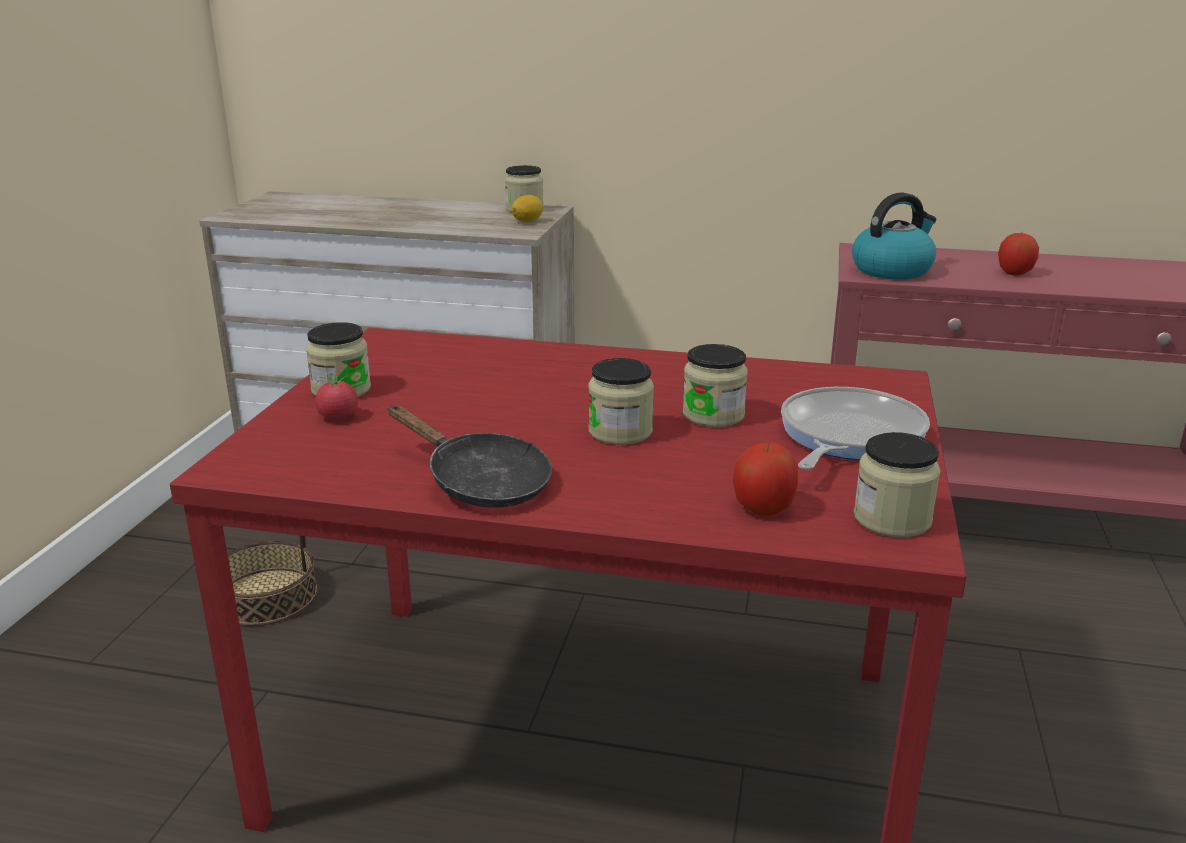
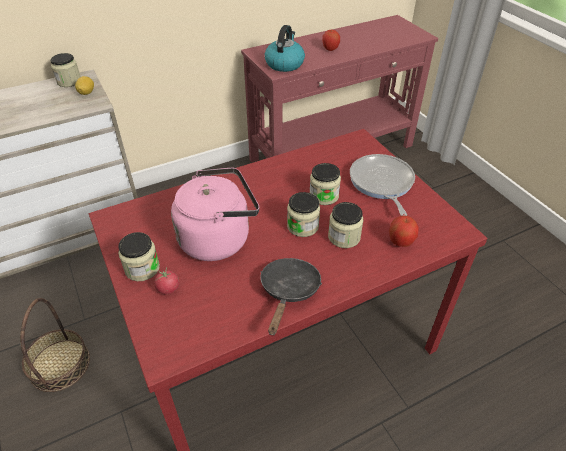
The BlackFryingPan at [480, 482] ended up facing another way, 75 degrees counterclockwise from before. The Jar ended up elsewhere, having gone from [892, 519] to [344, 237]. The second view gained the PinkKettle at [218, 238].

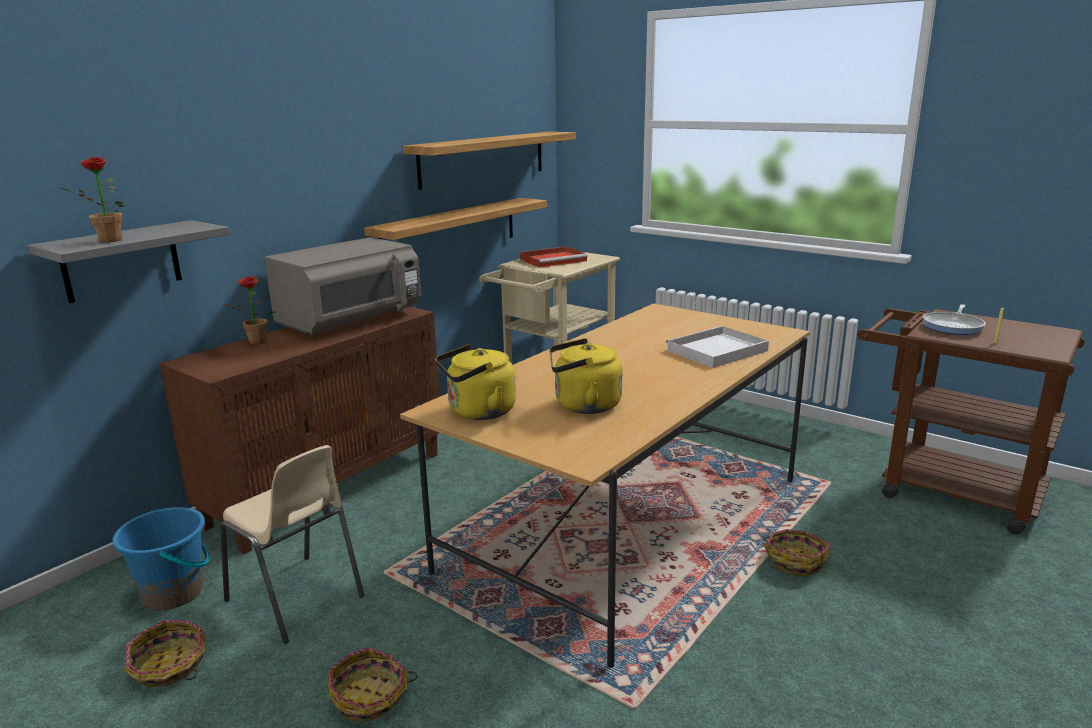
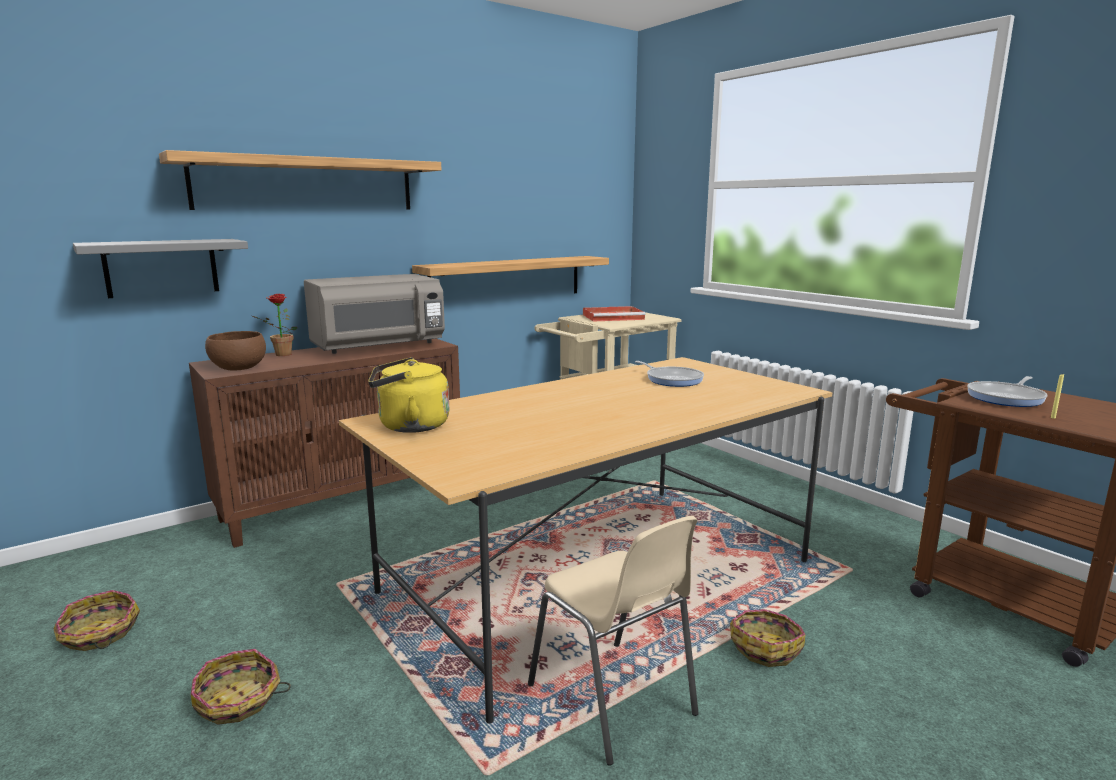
The Shelf ended up elsewhere, having gone from [483, 158] to [307, 184]. The second view lost the PottedPlant at [105, 241]. The second view lost the WhiteTray at [716, 351]. The second view lost the YellowKettle at [583, 405]. The BeigeChair ended up elsewhere, having gone from [297, 600] to [614, 702]. The second view lost the BlueBucket at [174, 593]. The second view gained the BrownBowl at [239, 367]. The second view gained the FryingPan at [672, 379].

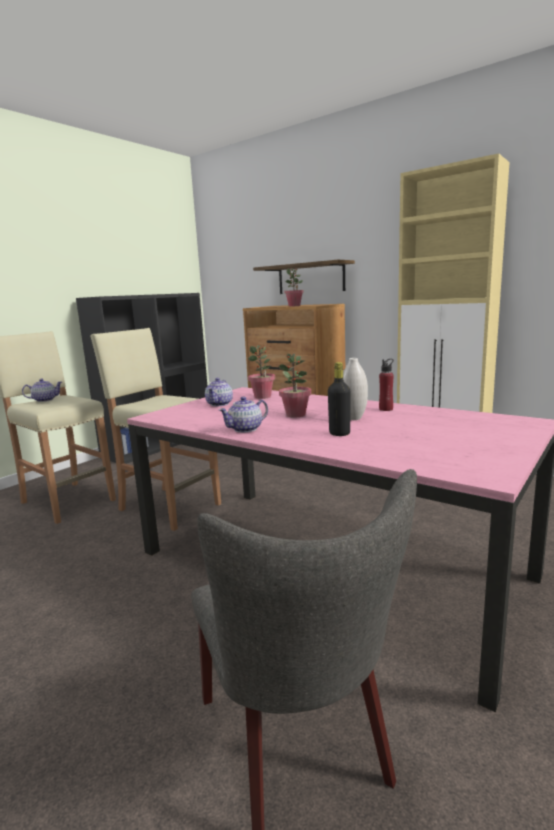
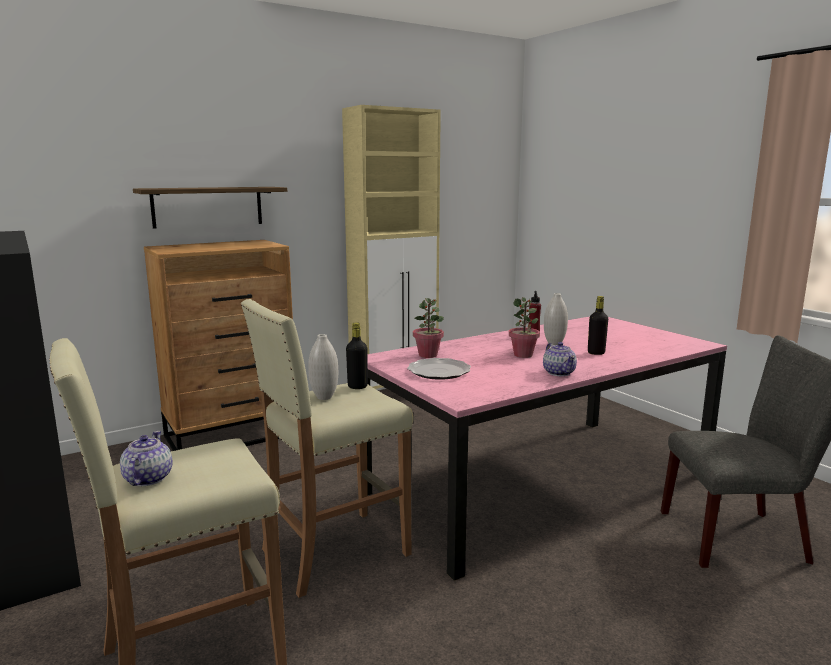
The second view lost the PottedPlant at [294, 306]. Where the Teapot stood at [220, 404], the Plate came to stand at [439, 371]. The second view gained the BlackBottle at [357, 386]. The second view gained the WhiteVase at [324, 397].

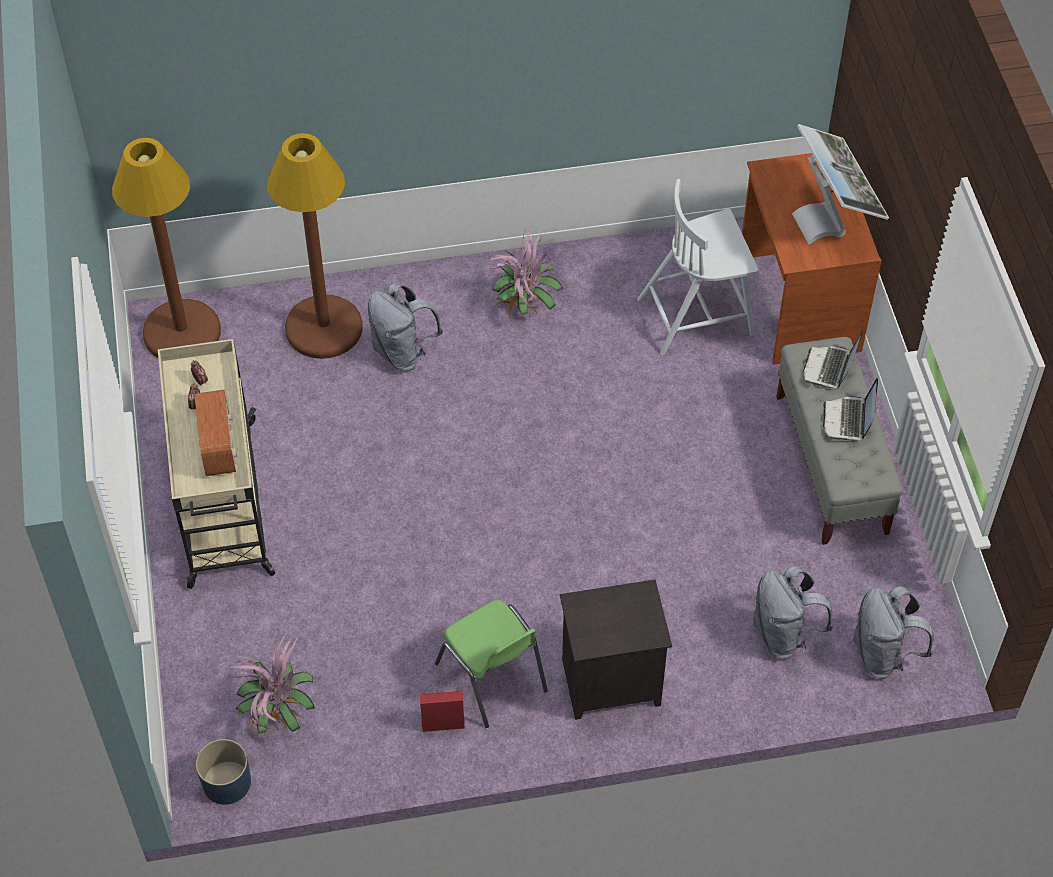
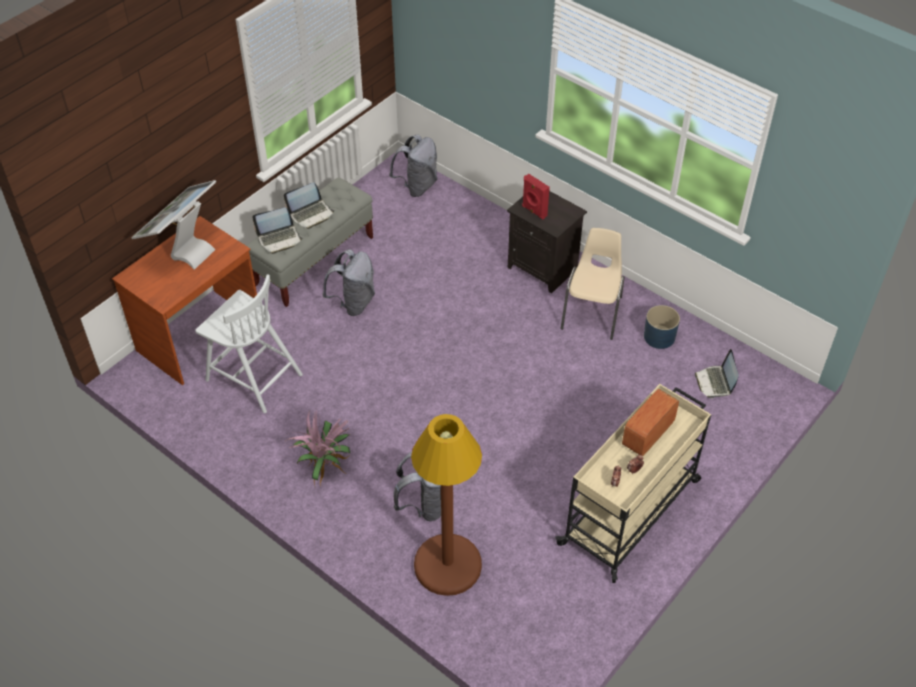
The second view lost the BrownFloorLamp at [182, 332]. The GreyBackpack ended up elsewhere, having gone from [784, 635] to [353, 303]. What was the GreenChair at [492, 678] turned into the BeigeChair at [593, 312]. Where the PottedPlant stood at [277, 714], the Laptop came to stand at [715, 382]. The RedSpeaker ended up elsewhere, having gone from [443, 724] to [534, 211]. The BluePlanter ended up elsewhere, having gone from [227, 782] to [659, 337].

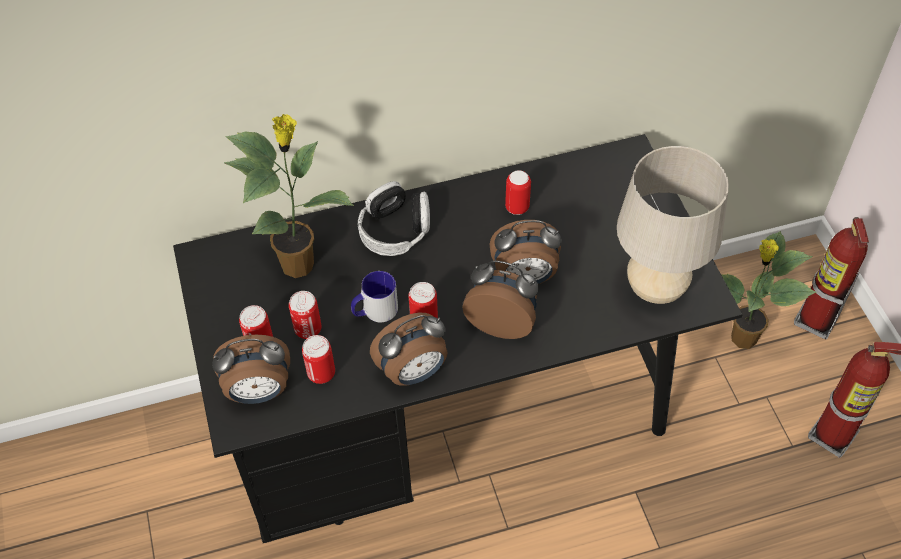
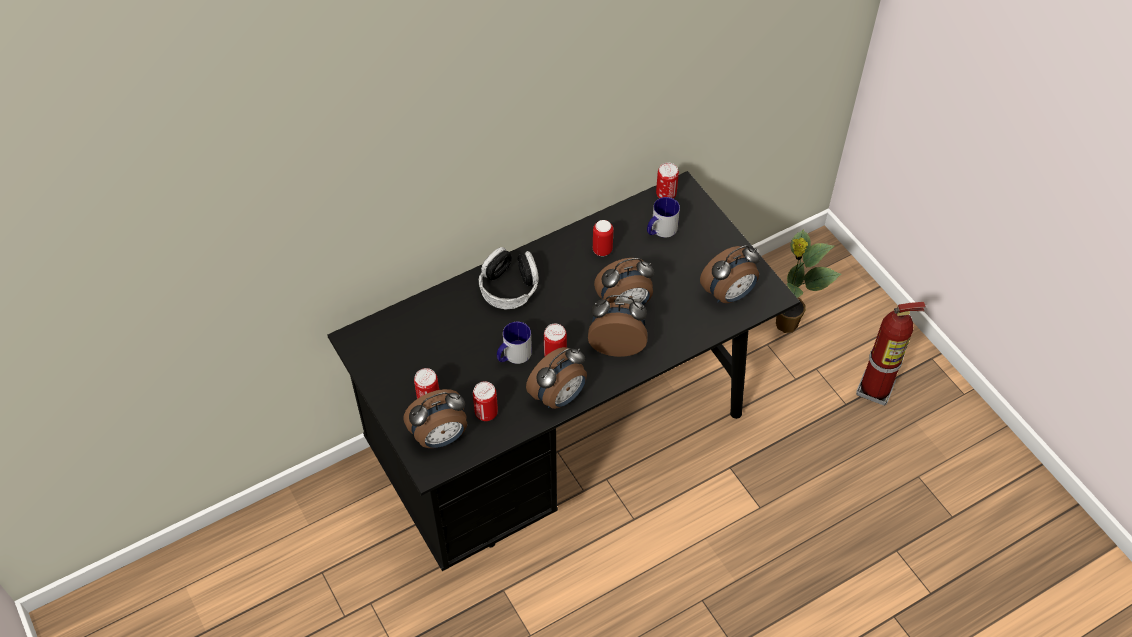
The second view lost the PottedPlant at [300, 263]. Where the BeigeTableLamp stood at [655, 289], the AlarmClock came to stand at [729, 294]. The second view lost the FireExtinguisher at [815, 321]. The Can ended up elsewhere, having gone from [308, 329] to [666, 194]. The second view gained the Mug at [660, 230].

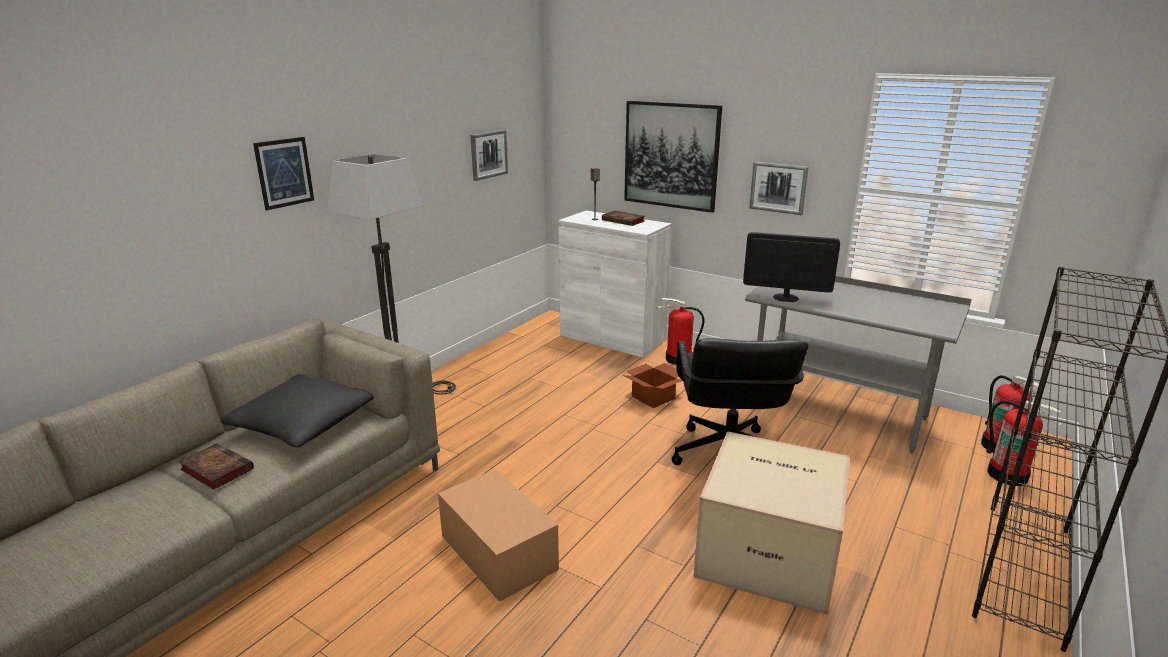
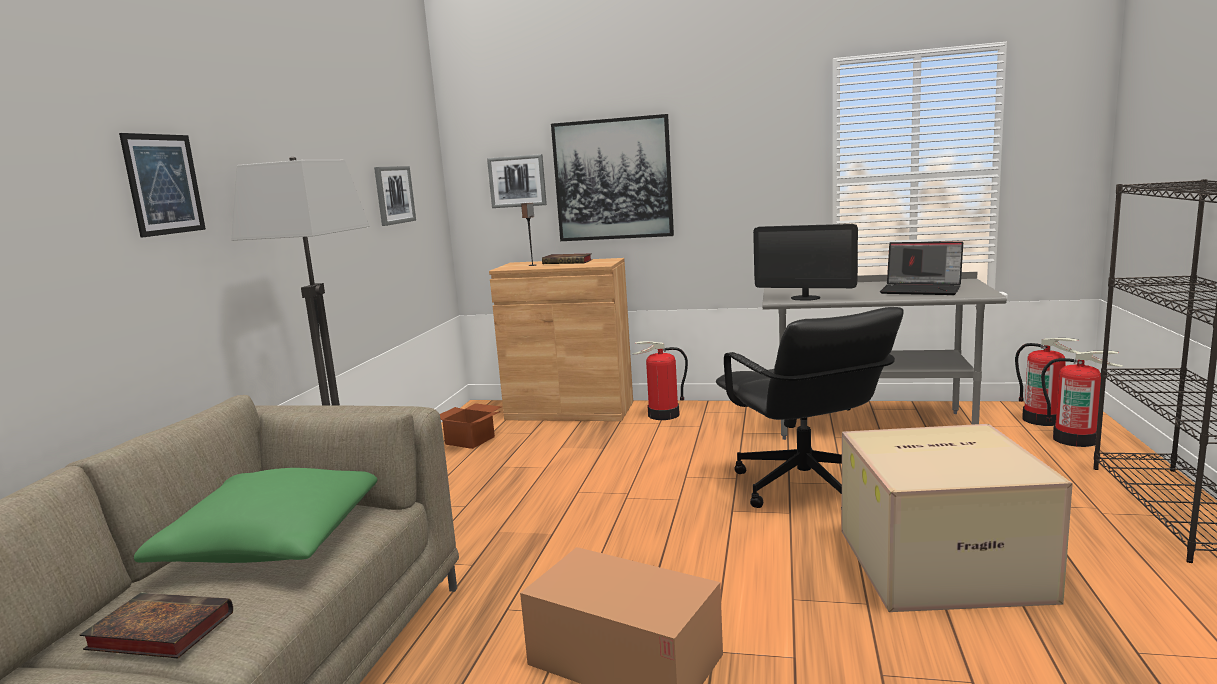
The Picture ended up elsewhere, having gone from [778, 187] to [517, 181]. What was the WhiteCabinet at [612, 338] turned into the BrownCabinet at [570, 411]. The Monitor at [785, 298] ended up facing another way, 150 degrees counterclockwise from before. The CardboardBox ended up elsewhere, having gone from [654, 397] to [471, 440]. What was the BlackPillow at [302, 425] turned into the GreenPillow at [272, 543]. The second view gained the Laptop at [922, 290].

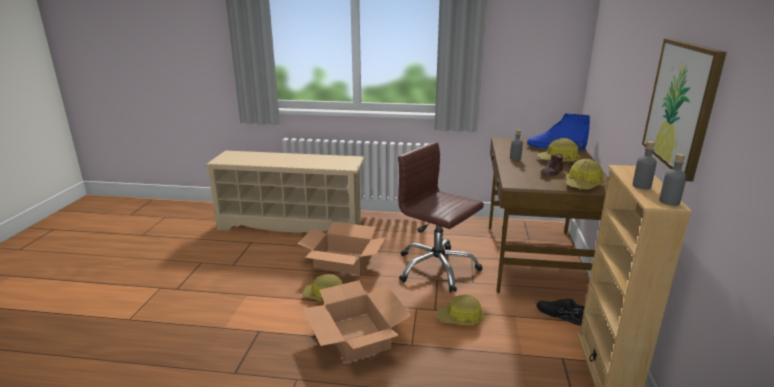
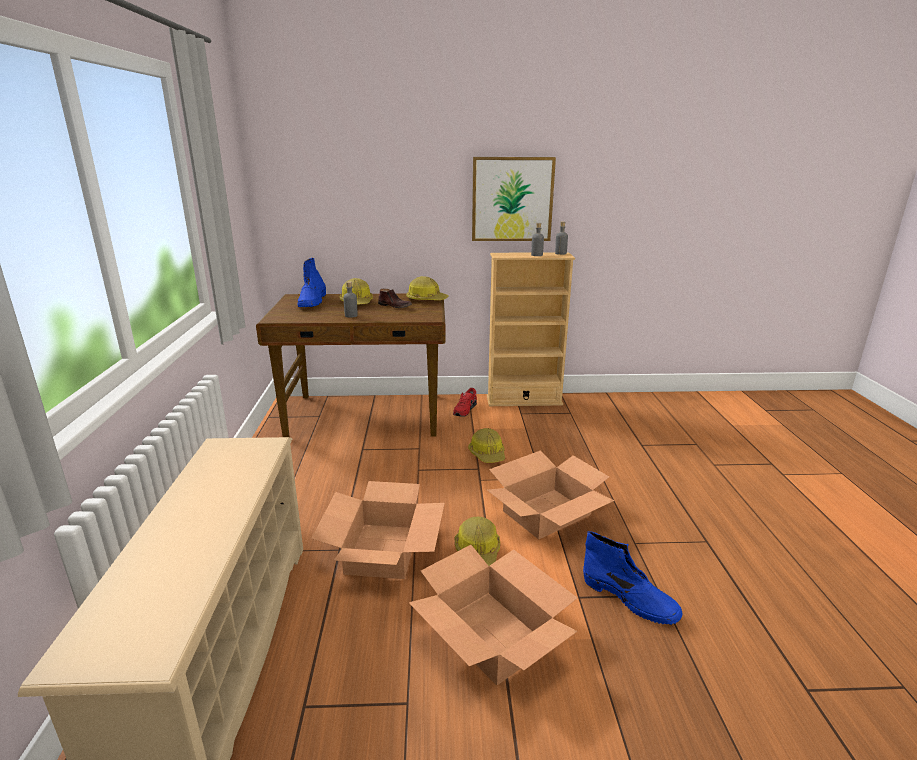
The second view lost the BrownOfficeChair at [436, 268]. What was the BlackShoe at [561, 315] turned into the RedShoe at [464, 410]. The second view gained the BlueBoot at [630, 599]. The second view gained the CardboardBox at [492, 635].

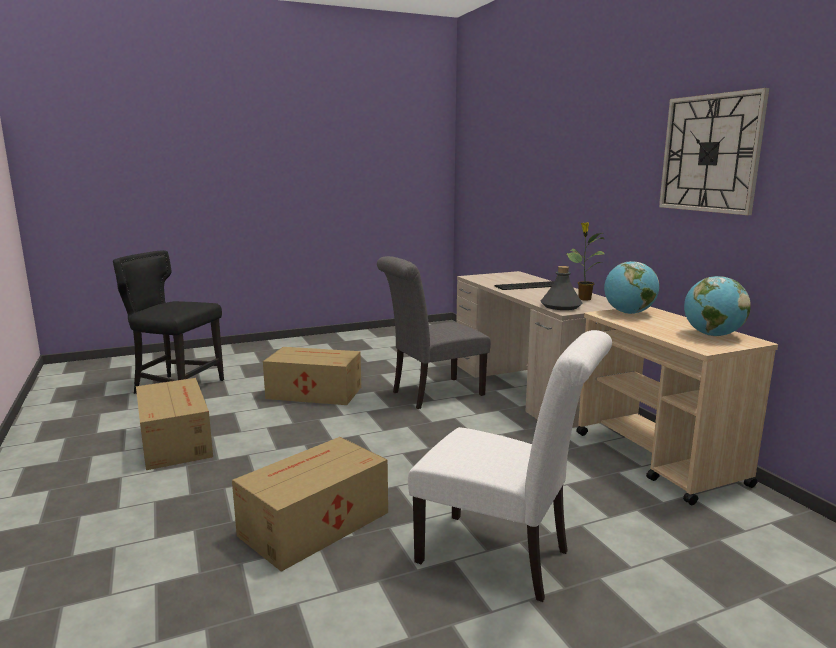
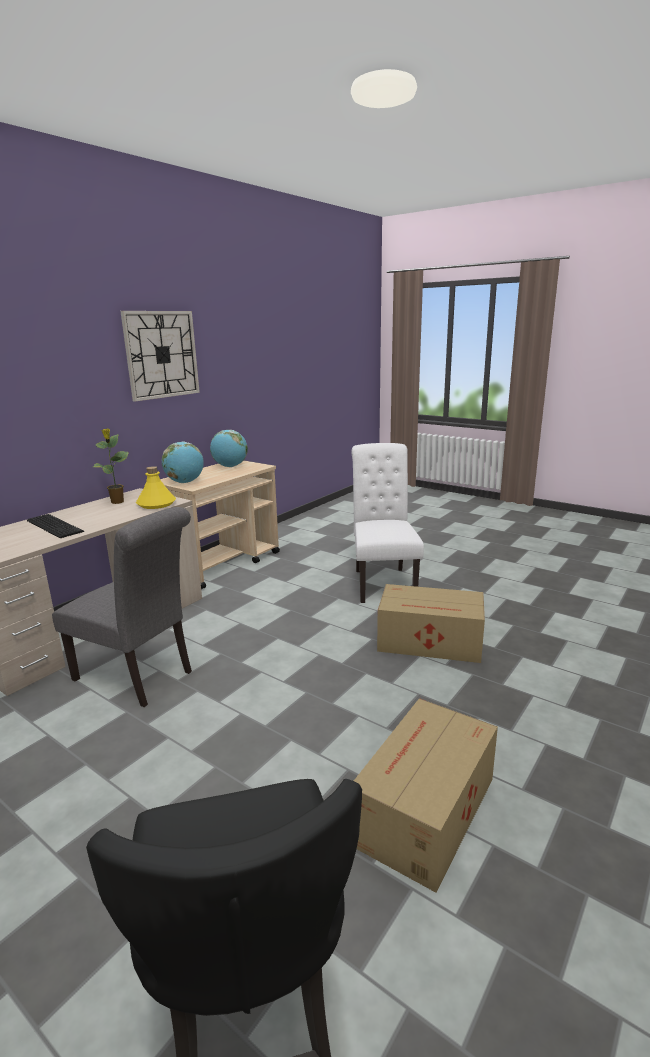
What was the GreyBottle at [561, 306] turned into the YellowBottle at [156, 504]. The second view lost the CardboardBox at [313, 392].

